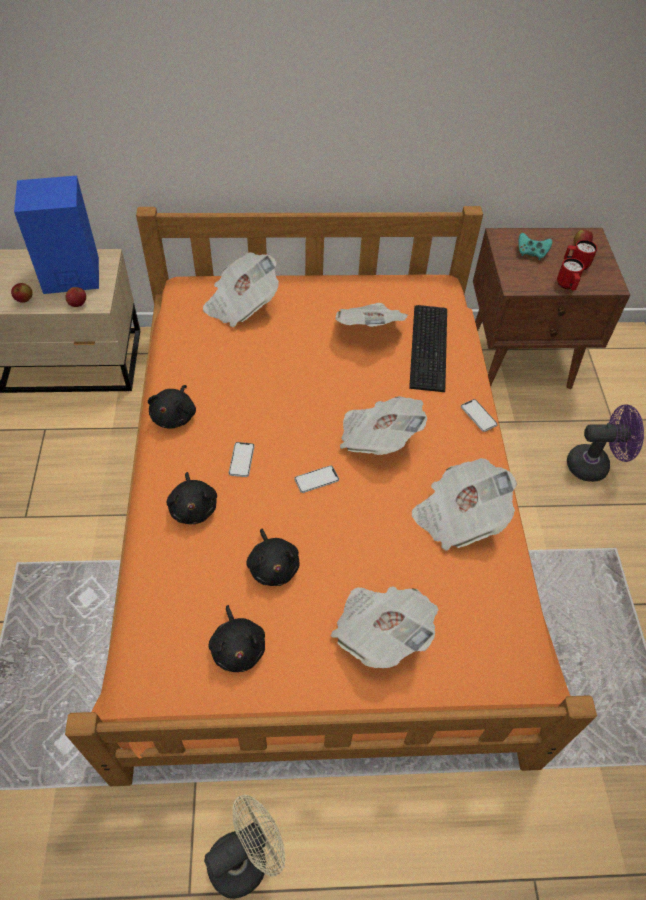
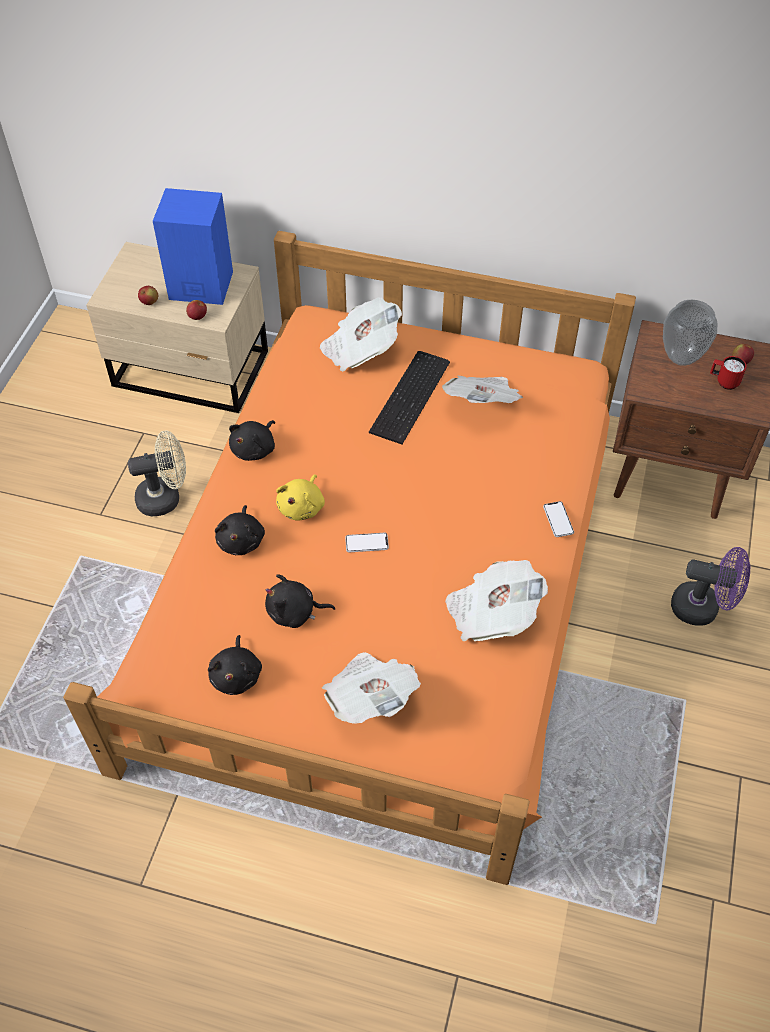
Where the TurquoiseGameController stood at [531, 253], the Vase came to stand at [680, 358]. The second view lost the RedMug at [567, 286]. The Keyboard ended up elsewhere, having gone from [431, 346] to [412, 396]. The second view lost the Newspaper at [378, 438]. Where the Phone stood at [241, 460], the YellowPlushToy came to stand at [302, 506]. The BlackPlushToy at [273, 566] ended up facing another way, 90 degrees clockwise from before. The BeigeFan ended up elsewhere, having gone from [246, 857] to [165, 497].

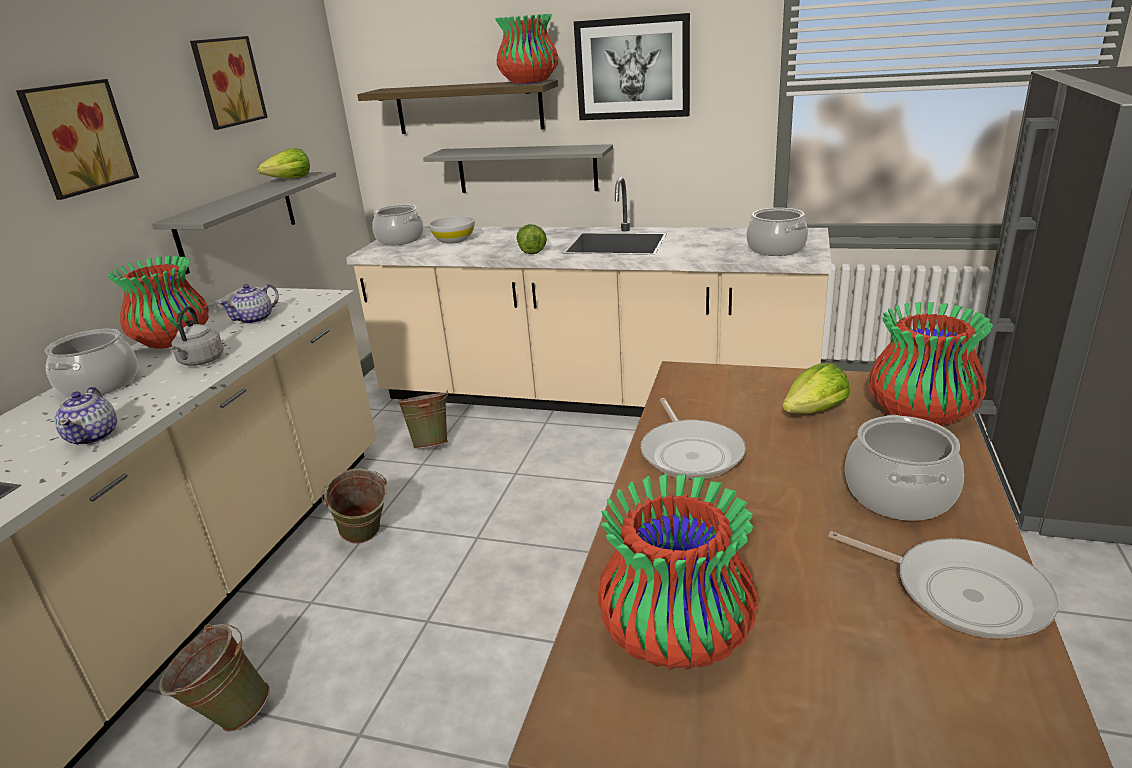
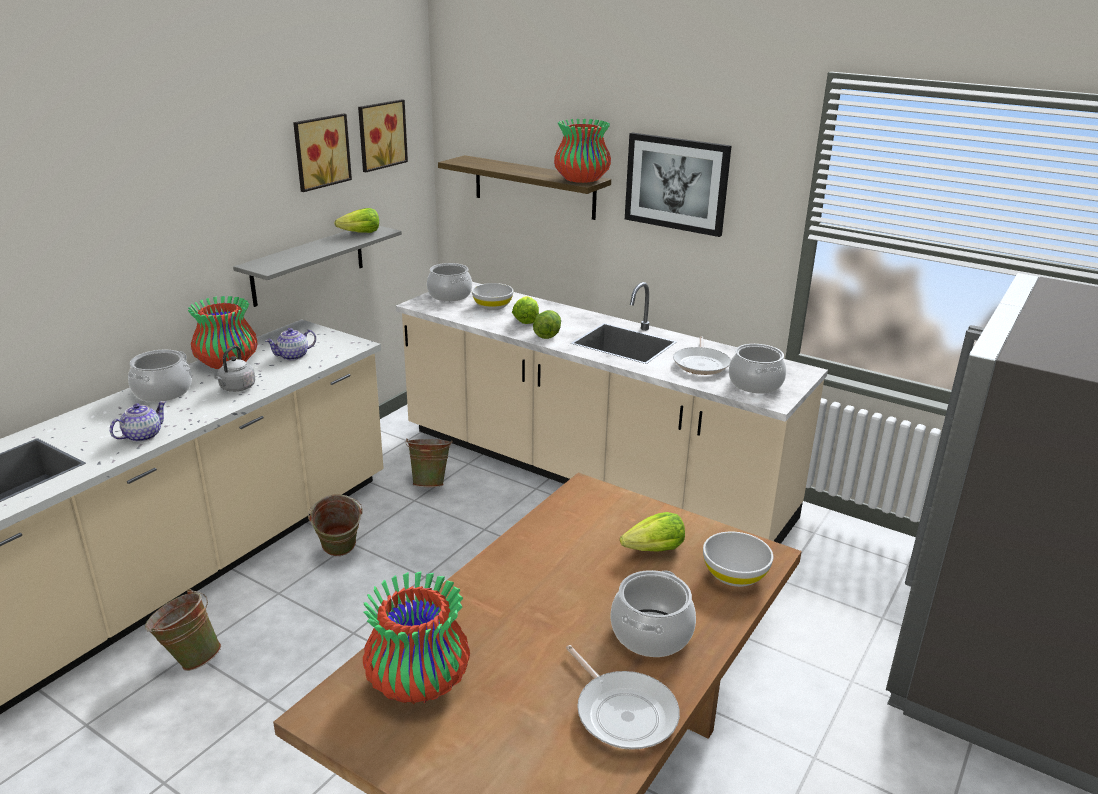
The Picture ended up elsewhere, having gone from [76, 138] to [380, 135]. The second view lost the GreyShelf at [526, 169]. Where the Vase stood at [920, 414], the WhiteBowl came to stand at [734, 574]. The Teapot at [94, 436] ended up facing another way, 150 degrees counterclockwise from before. The FryingPan ended up elsewhere, having gone from [690, 453] to [701, 364]. The second view gained the Lettuce at [525, 319].

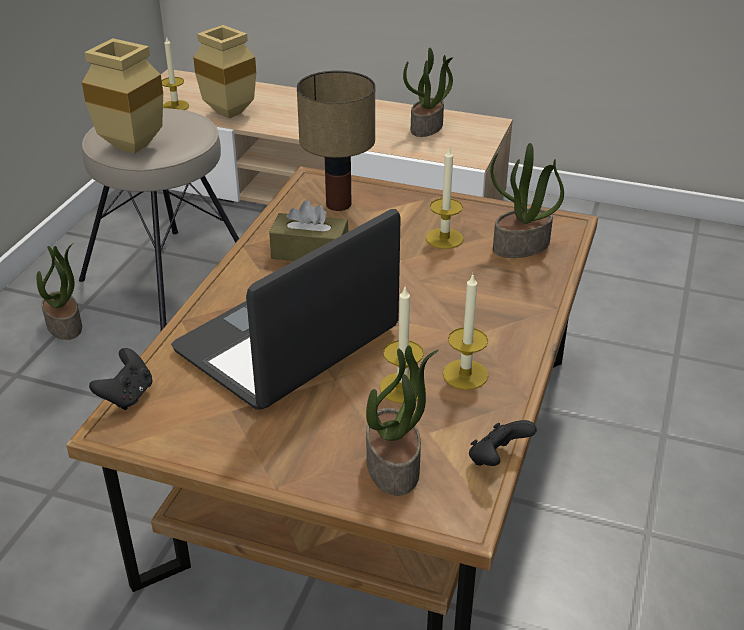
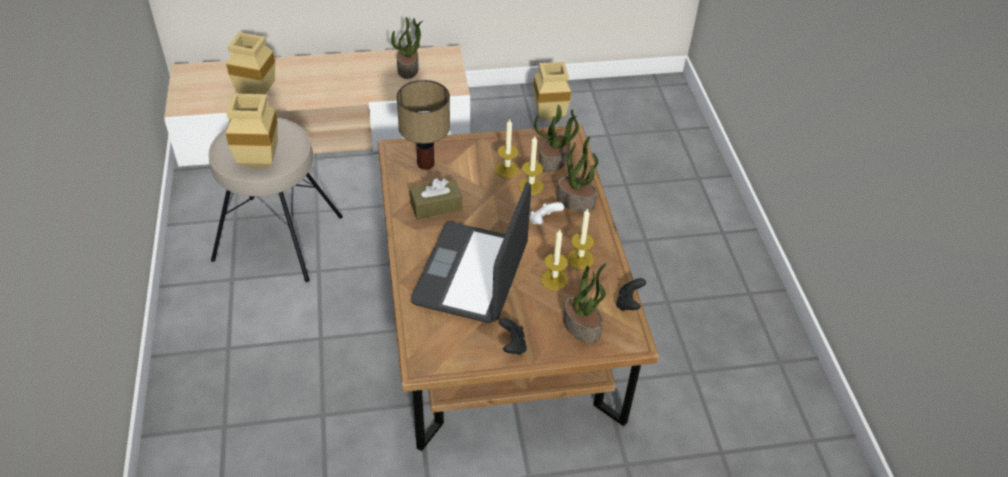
The Candle ended up elsewhere, having gone from [175, 106] to [531, 186]. The PottedPlant ended up elsewhere, having gone from [65, 325] to [576, 201]. The BlackGameController ended up elsewhere, having gone from [127, 396] to [512, 345]. The second view gained the BeigeVase at [551, 116]. The second view gained the WhiteGameController at [544, 221].

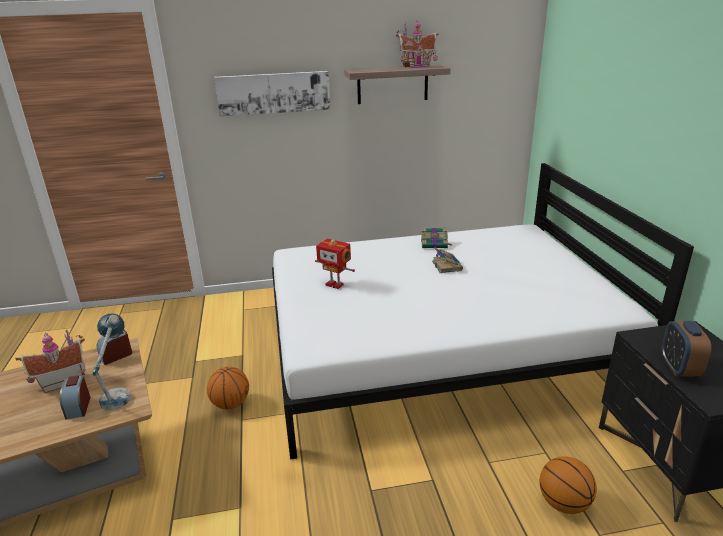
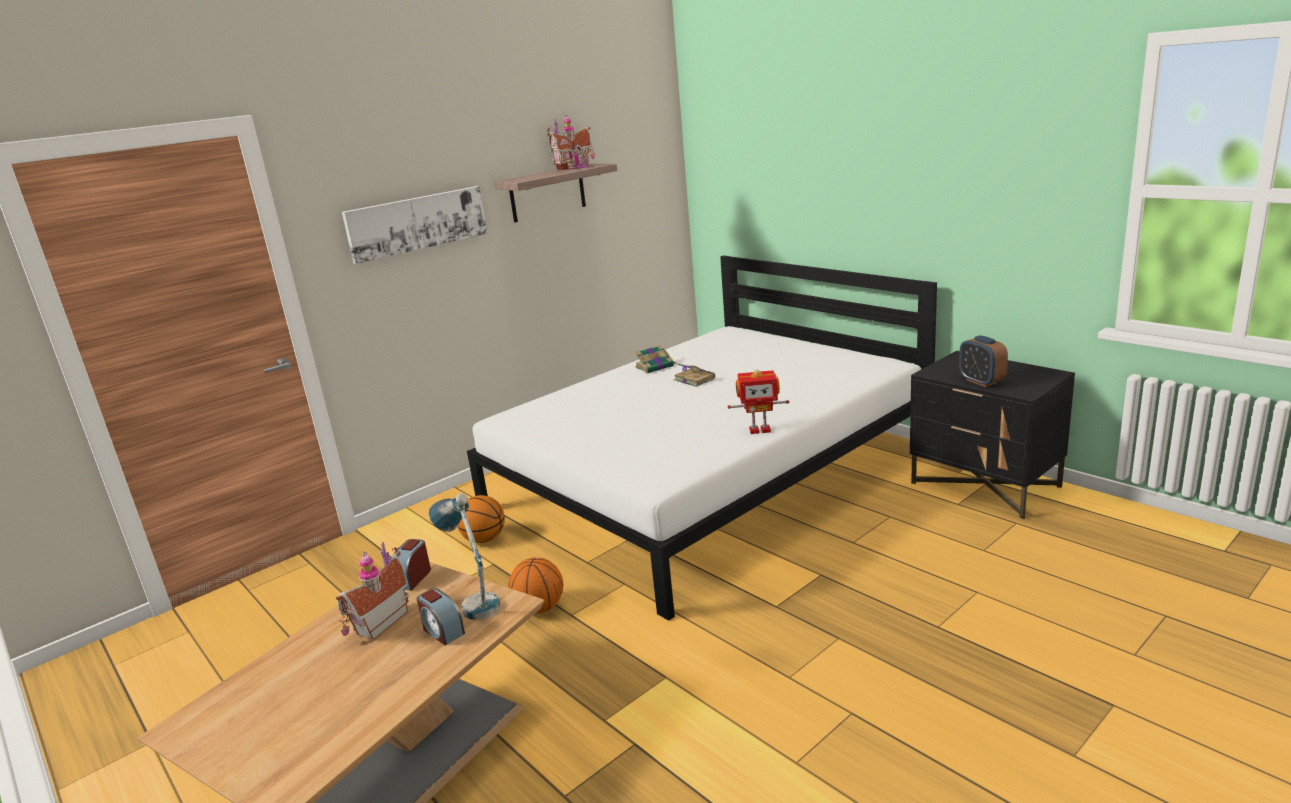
The ToyRobot ended up elsewhere, having gone from [335, 284] to [759, 430]. The Basketball ended up elsewhere, having gone from [563, 503] to [484, 539].

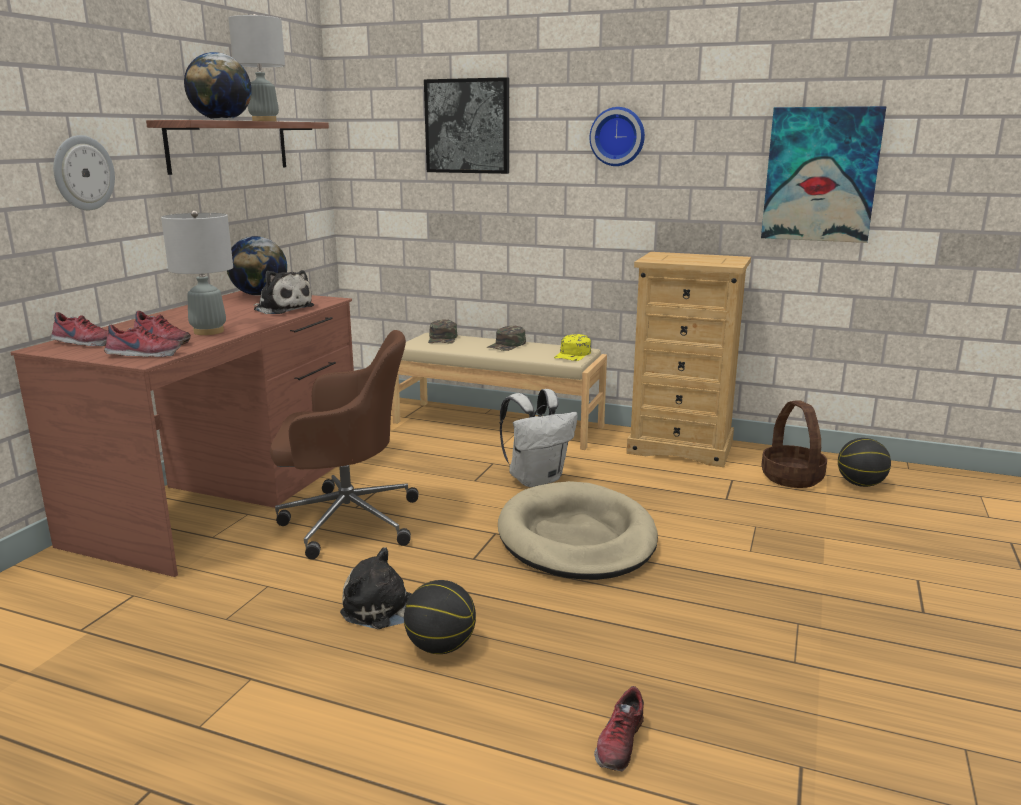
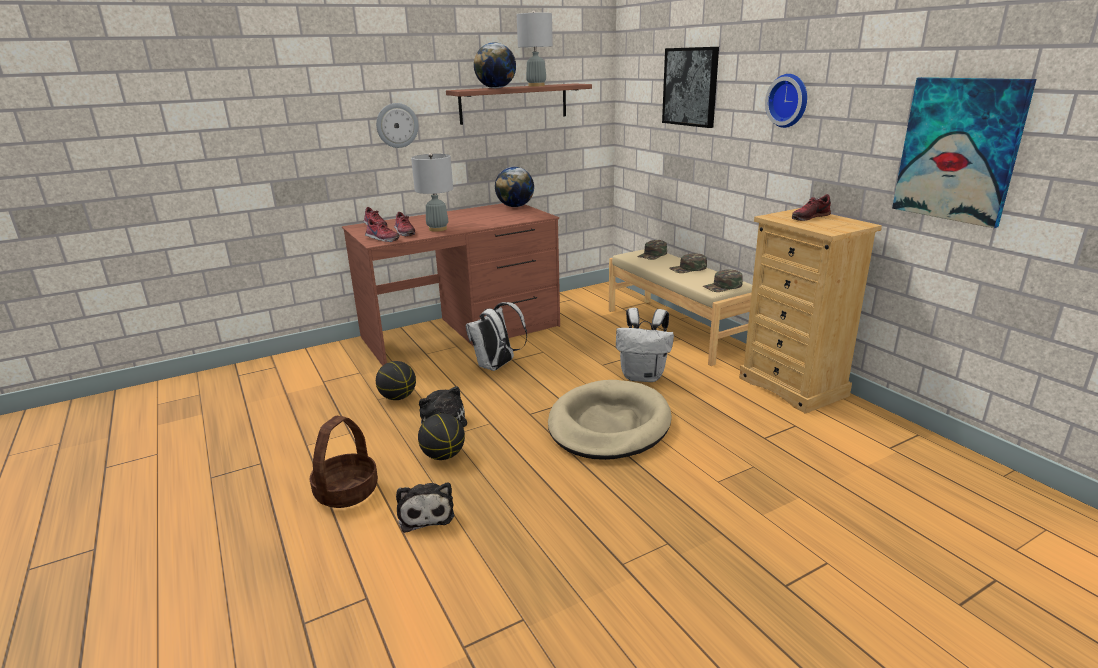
The PlushToy ended up elsewhere, having gone from [282, 308] to [426, 513]. Where the BrownOfficeChair stood at [346, 521], the WhiteBackpack came to stand at [497, 366]. What was the YellowCap at [573, 355] turned into the GreenCap at [723, 286]. The Basket ended up elsewhere, having gone from [791, 477] to [346, 491]. The Basketball ended up elsewhere, having gone from [860, 484] to [398, 397]. The Shoe ended up elsewhere, having gone from [618, 742] to [809, 217].

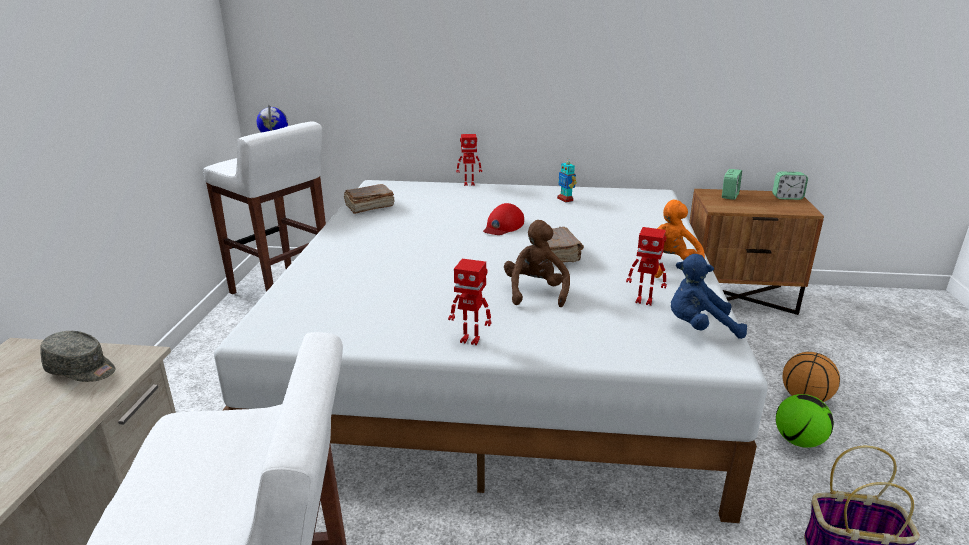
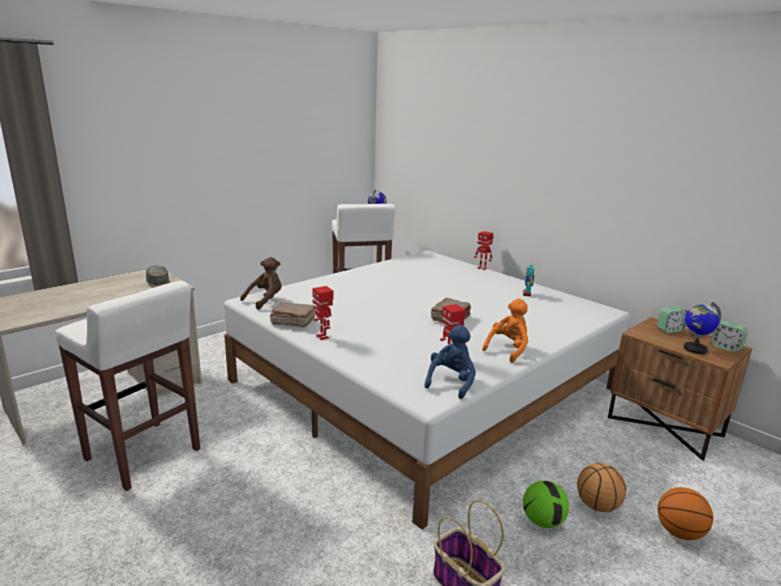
The BrownBook ended up elsewhere, having gone from [369, 207] to [292, 322]. The second view lost the RedCap at [503, 226]. The BrownPlushToy ended up elsewhere, having gone from [535, 292] to [265, 300]. The BluePlushToy at [699, 328] ended up facing another way, 75 degrees clockwise from before. The second view gained the Globe at [694, 349]. The second view gained the Basketball at [679, 532].

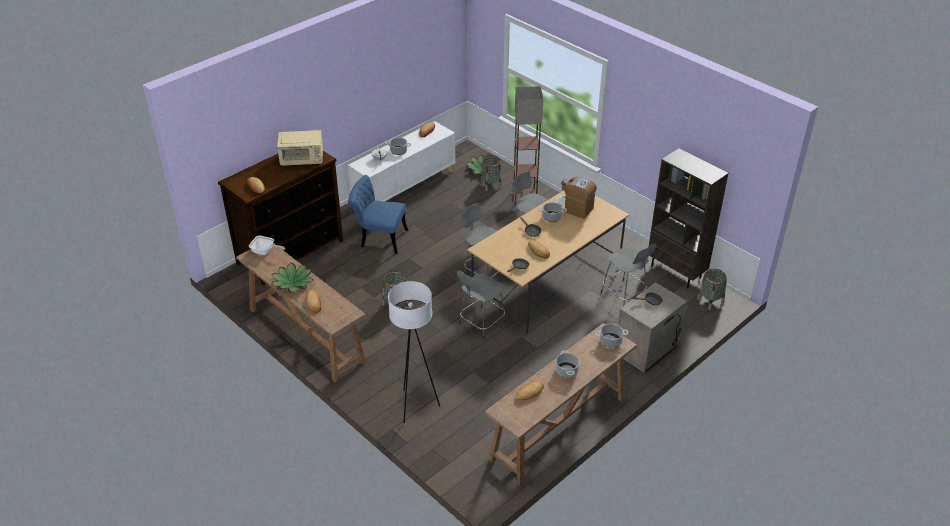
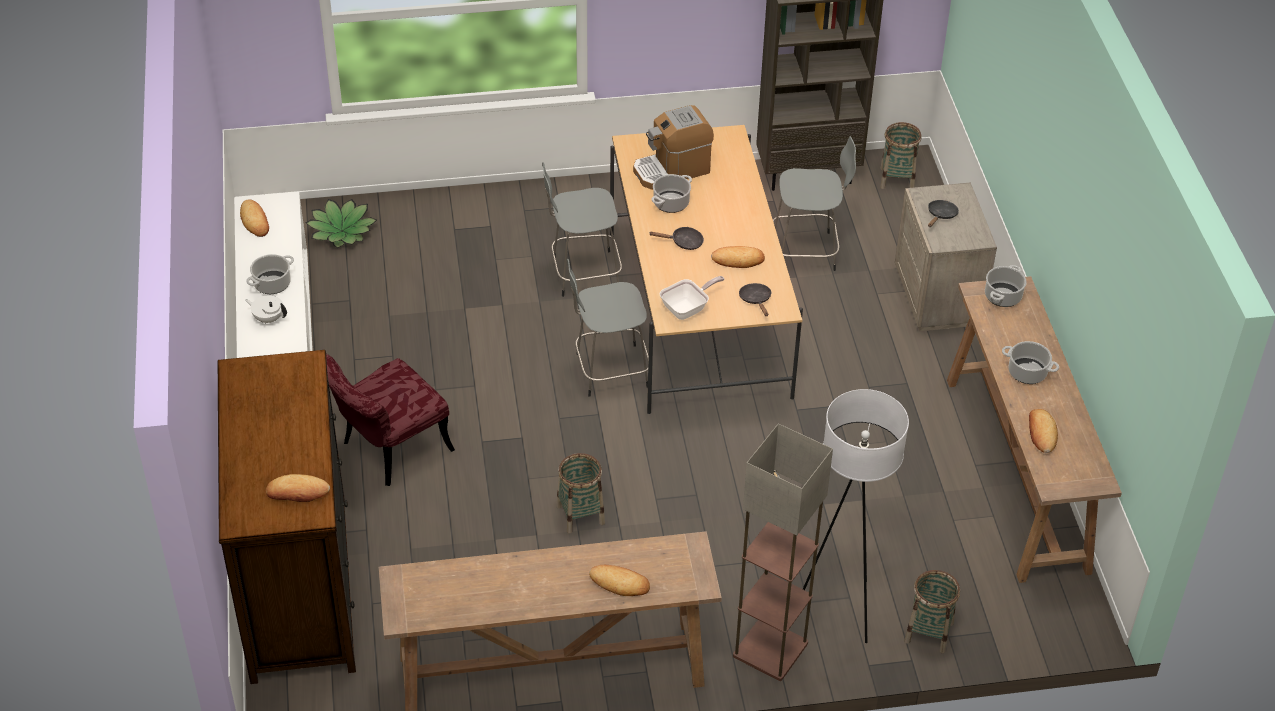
The FloorLamp ended up elsewhere, having gone from [524, 197] to [771, 650]. The second view lost the BeigeMicrowave at [302, 160]. The Basket ended up elsewhere, having gone from [491, 184] to [928, 632]. What was the BlueChair at [379, 238] turned into the RedChair at [387, 451]. The FryingPan ended up elsewhere, having gone from [265, 252] to [688, 309]. The second view lost the PottedPlant at [293, 282]. The second view lost the GreyStool at [481, 323].

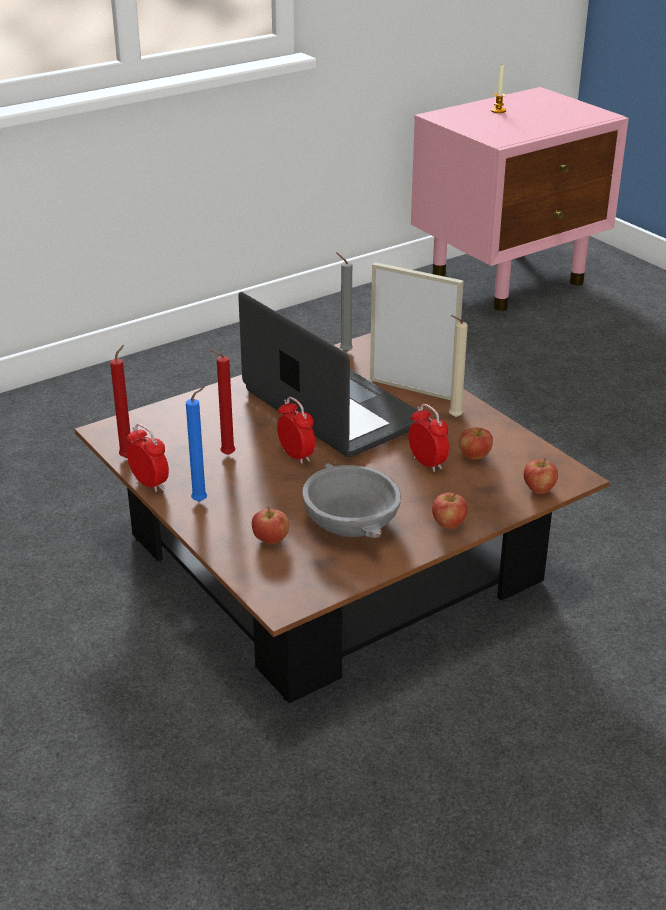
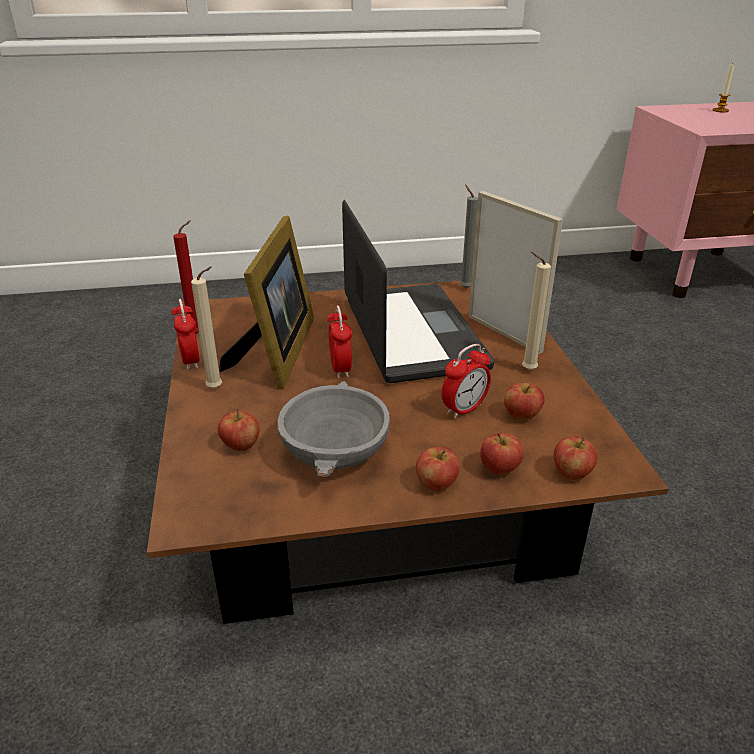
Where the RedCandle stood at [225, 455], the PictureFrame came to stand at [278, 352]. What was the BlueCandle at [202, 500] turned into the BeigeCandle at [217, 388]. The AlarmClock at [427, 463] ended up facing another way, 60 degrees clockwise from before. The second view gained the Apple at [499, 469].

